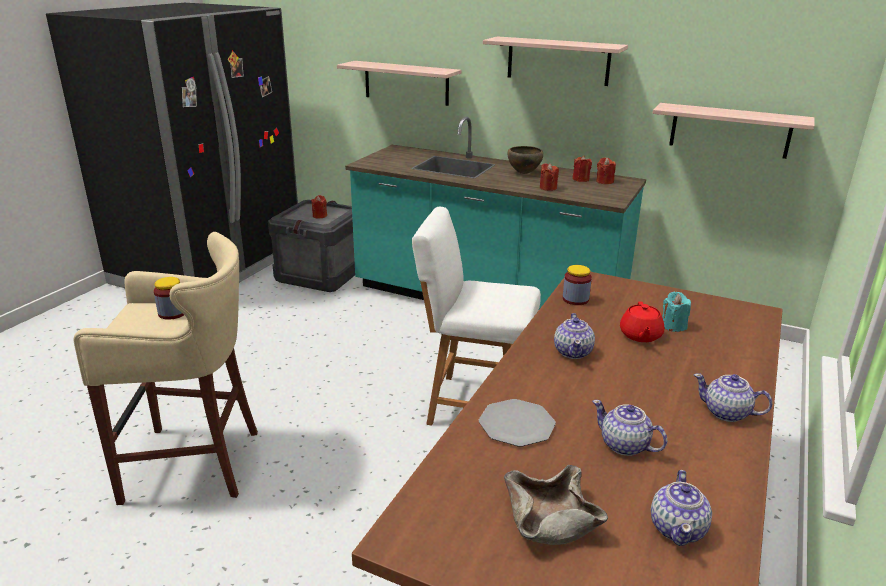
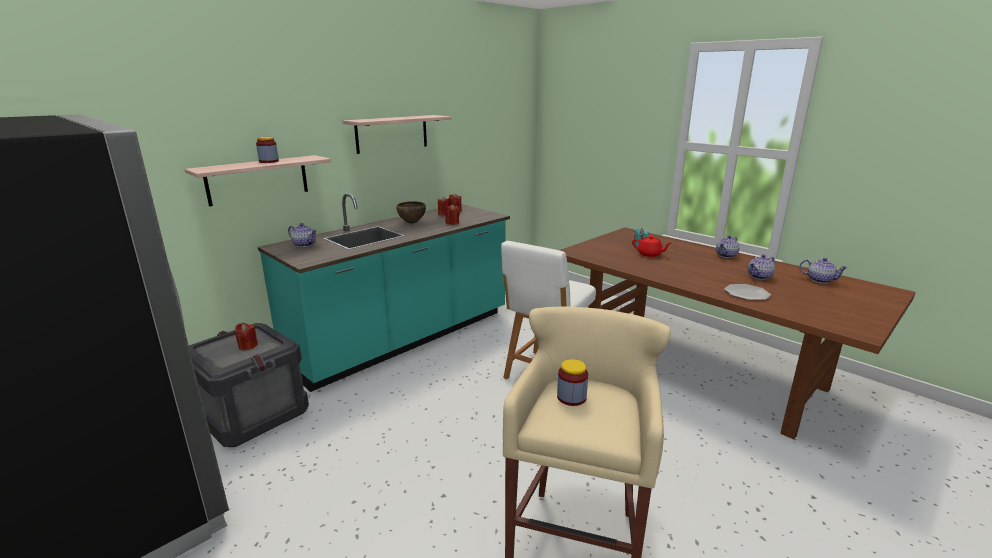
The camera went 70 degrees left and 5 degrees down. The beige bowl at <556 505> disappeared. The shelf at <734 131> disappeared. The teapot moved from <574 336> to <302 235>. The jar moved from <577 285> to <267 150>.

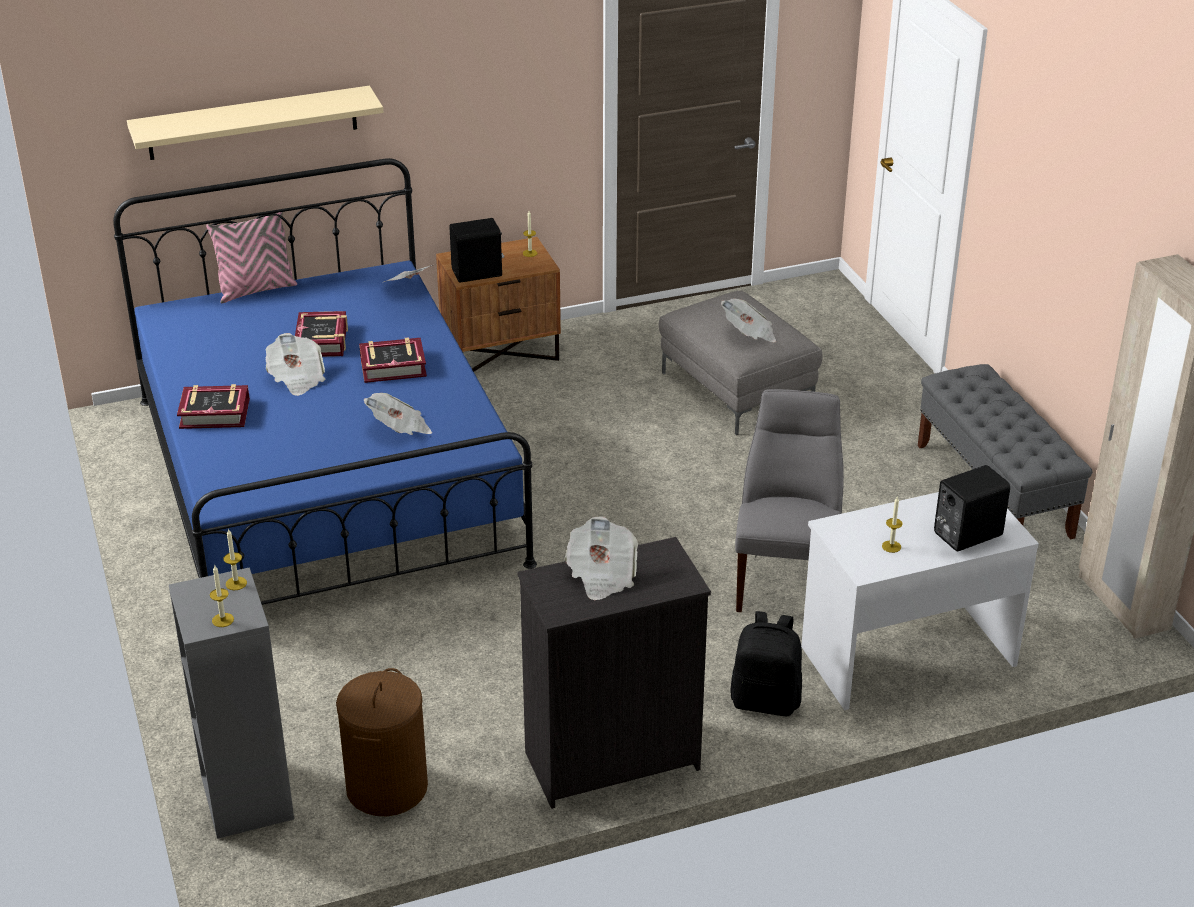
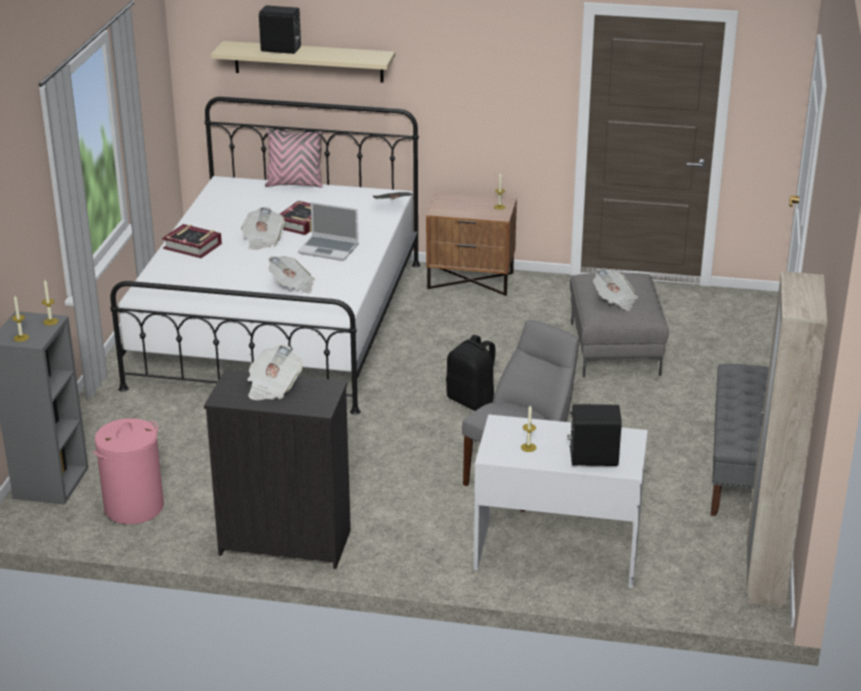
The camera went 30 degrees right and 5 degrees down. The black speaker moved from <476 250> to <280 29>. The black backpack moved from <766 663> to <471 373>. The book at <393 360> was replaced by the laptop at <328 231>. The blue bed at <325 381> became the white bed at <266 256>. The brown laundry basket at <382 742> became the pink laundry basket at <128 471>.

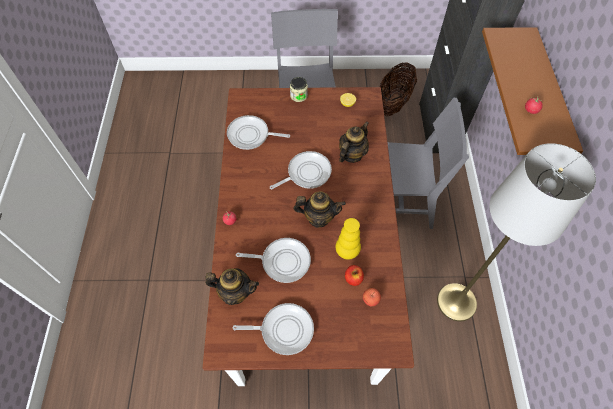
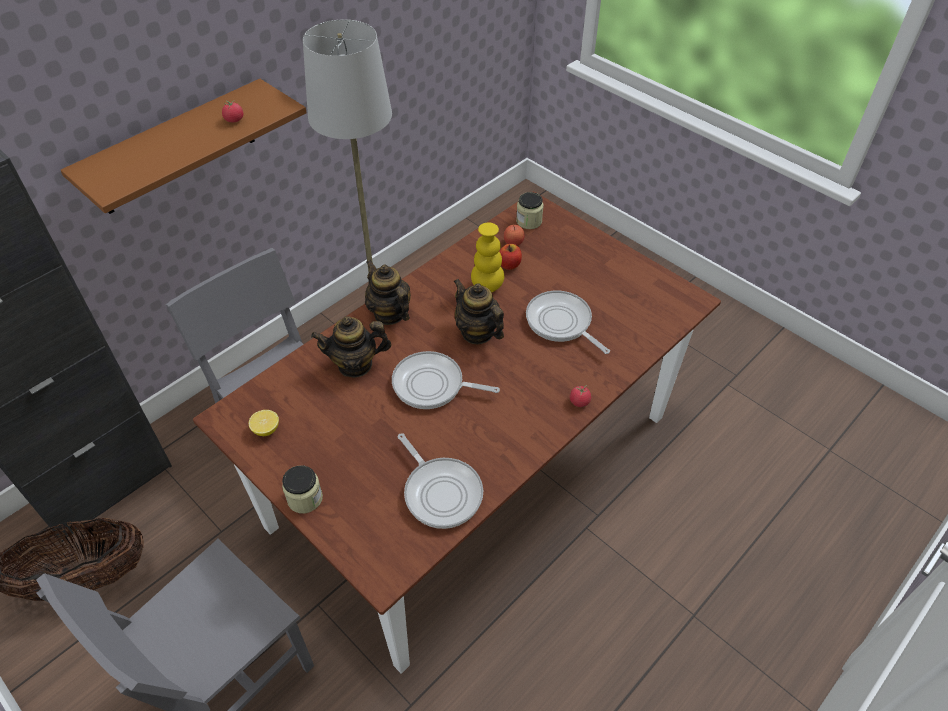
The camera went 135 degrees left and 10 degrees down. The frying pan at <273 329> disappeared. The jar at <530 210> appeared. The teapot moved from <232 286> to <388 292>.

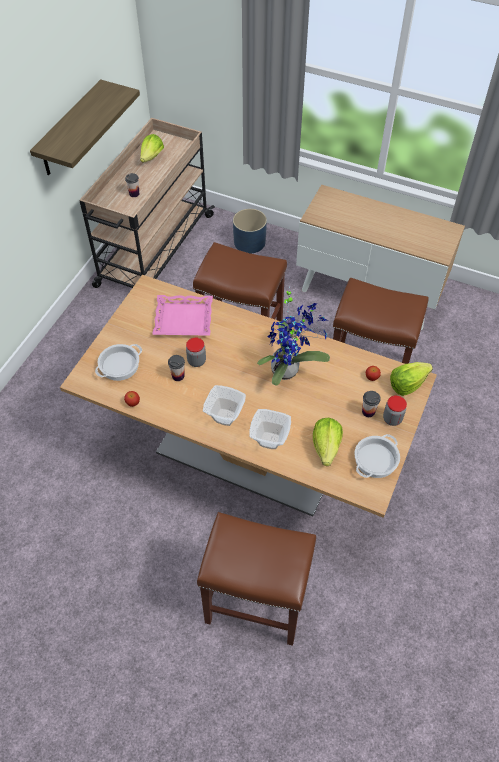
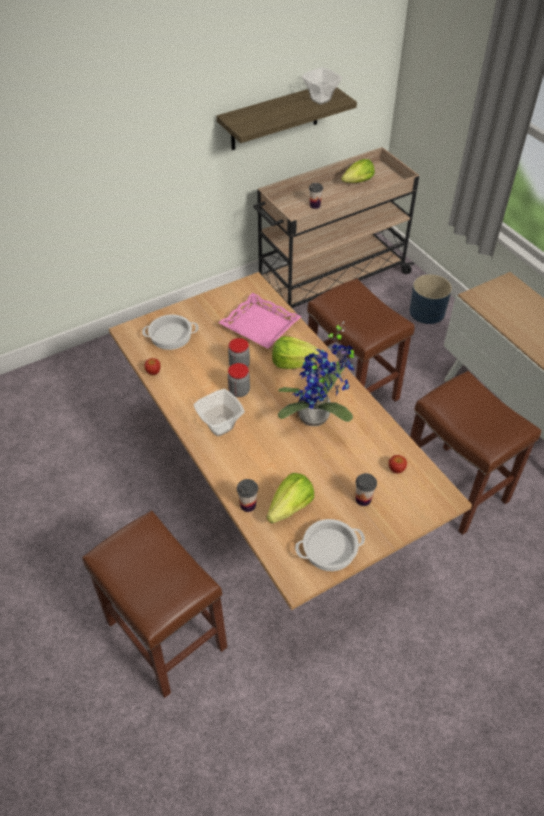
The camera went 35 degrees right and 5 degrees down. The cup moved from <176 368> to <247 495>. The bowl moved from <270 429> to <321 86>. The jar moved from <395 410> to <239 380>. The lettuce moved from <411 379> to <296 352>.

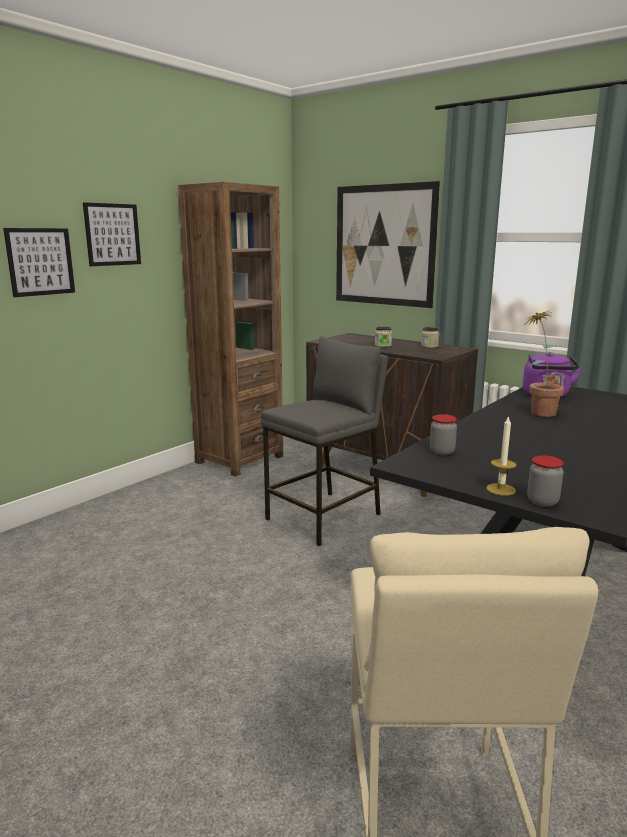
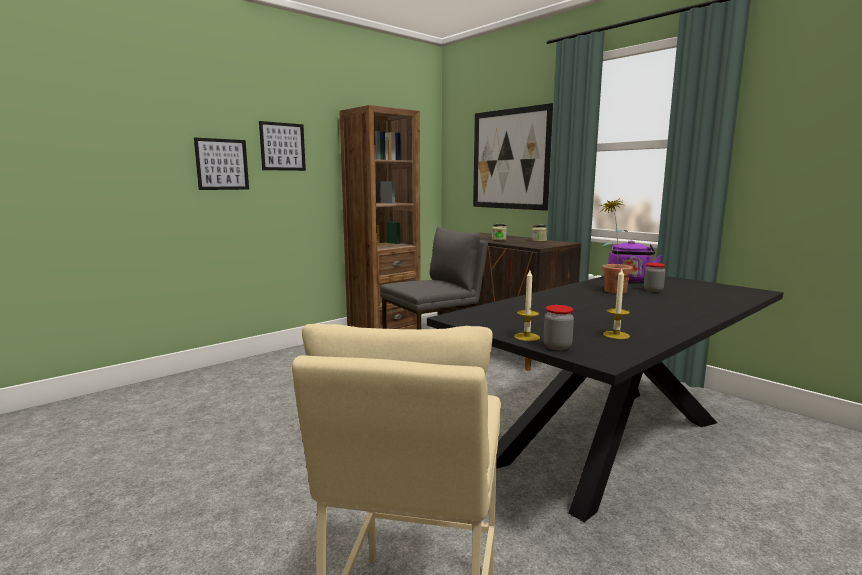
The camera went 10 degrees right and 5 degrees down. The candle at <616 304> appeared. The jar moved from <443 435> to <654 277>.

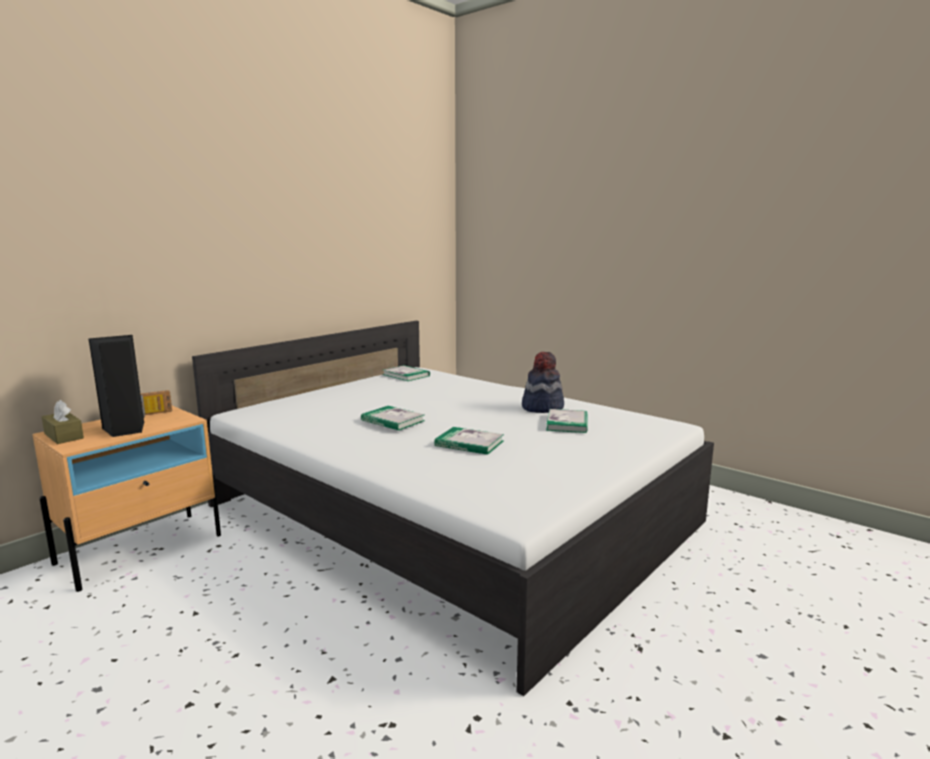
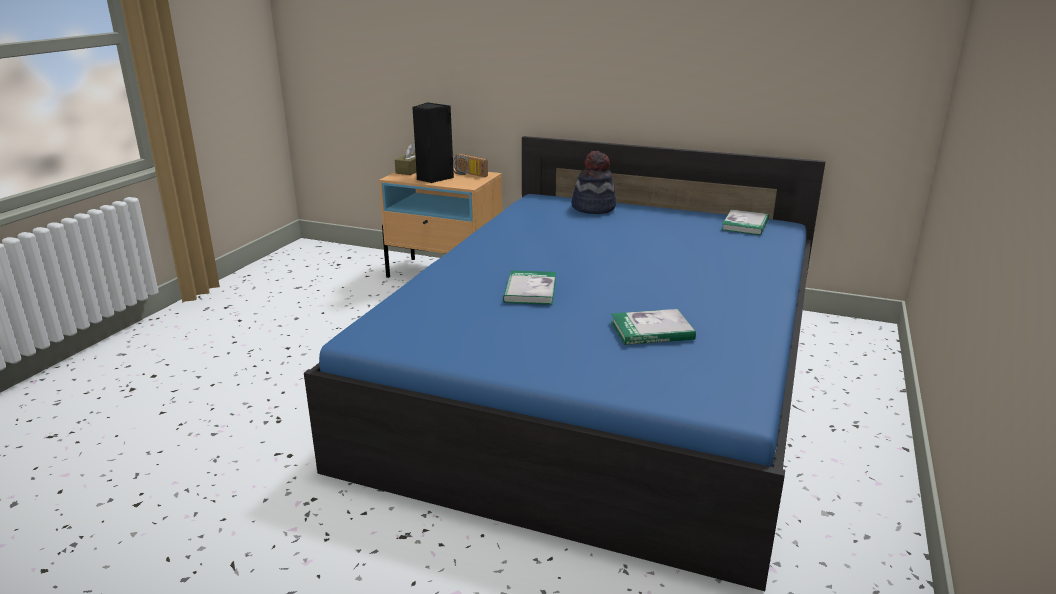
The camera went 70 degrees right and 10 degrees up. The book at <393 418> disappeared. The hat moved from <543 382> to <594 182>. The white bed at <453 508> became the blue bed at <565 363>.

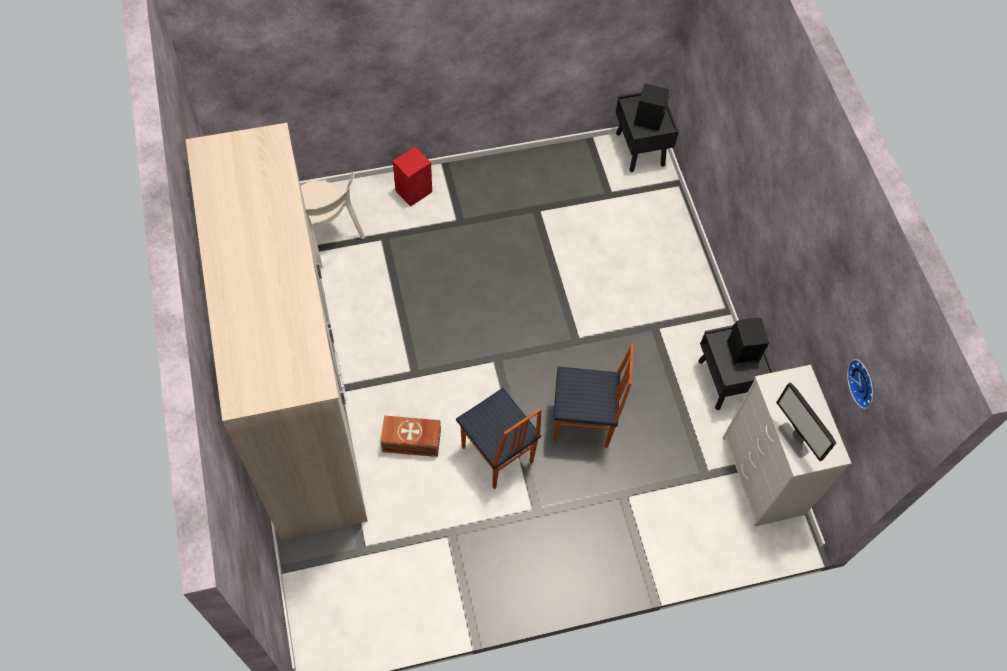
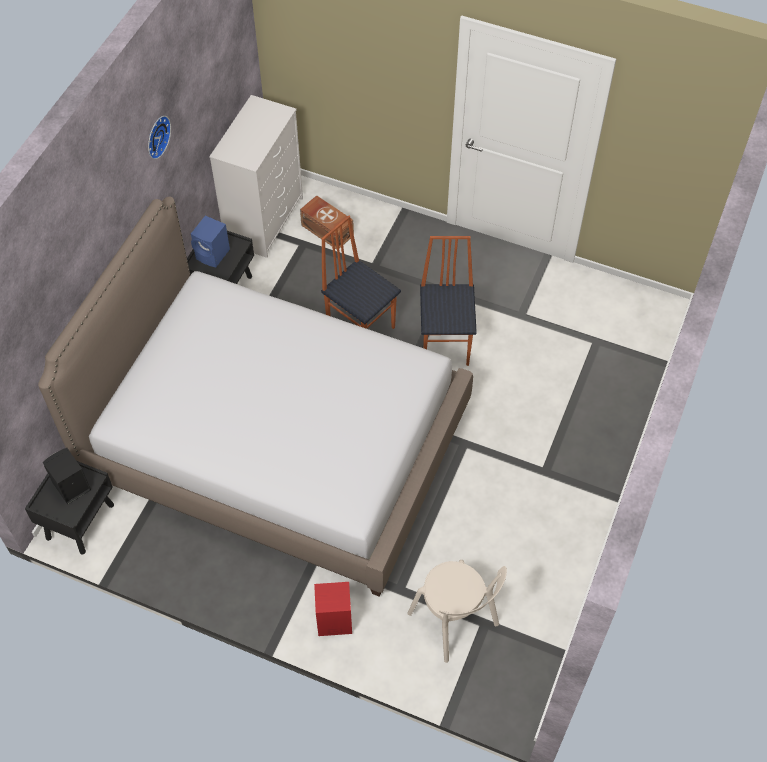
The camera went 140 degrees left and 5 degrees down. The wardrobe at <277 331> disappeared. The monitor at <806 422> disappeared. The bed at <255 396> appeared. The brown storage box moved from <410 436> to <327 222>. The wall clock moved from <860 384> to <159 137>. The black speaker at <748 341> became the blue speaker at <210 241>. The beige chair at <333 220> turned 150 degrees clockwise.

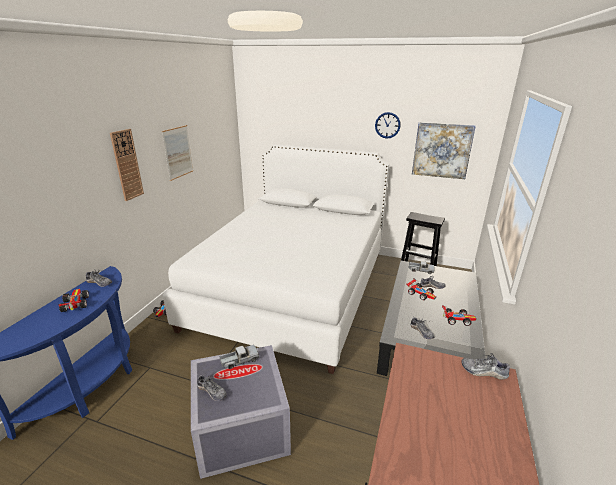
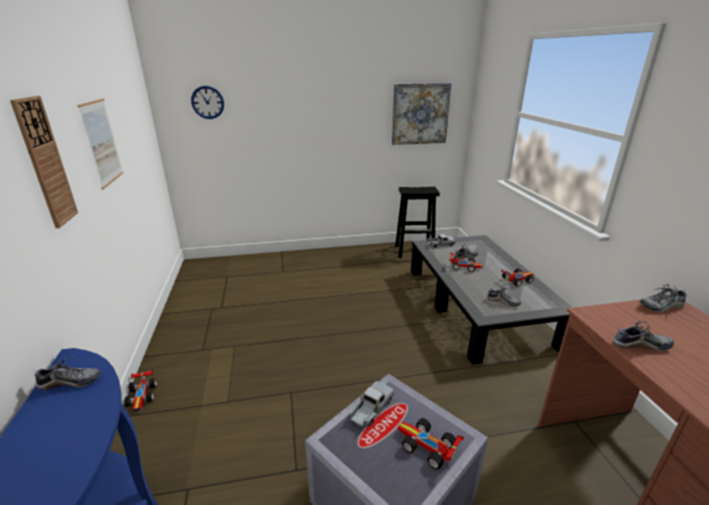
The camera went 30 degrees left and 0 degrees up. The white bed at <276 259> disappeared. The toy car moved from <73 300> to <431 443>. The shoe moved from <212 388> to <643 336>. The wall clock moved from <388 125> to <207 102>.

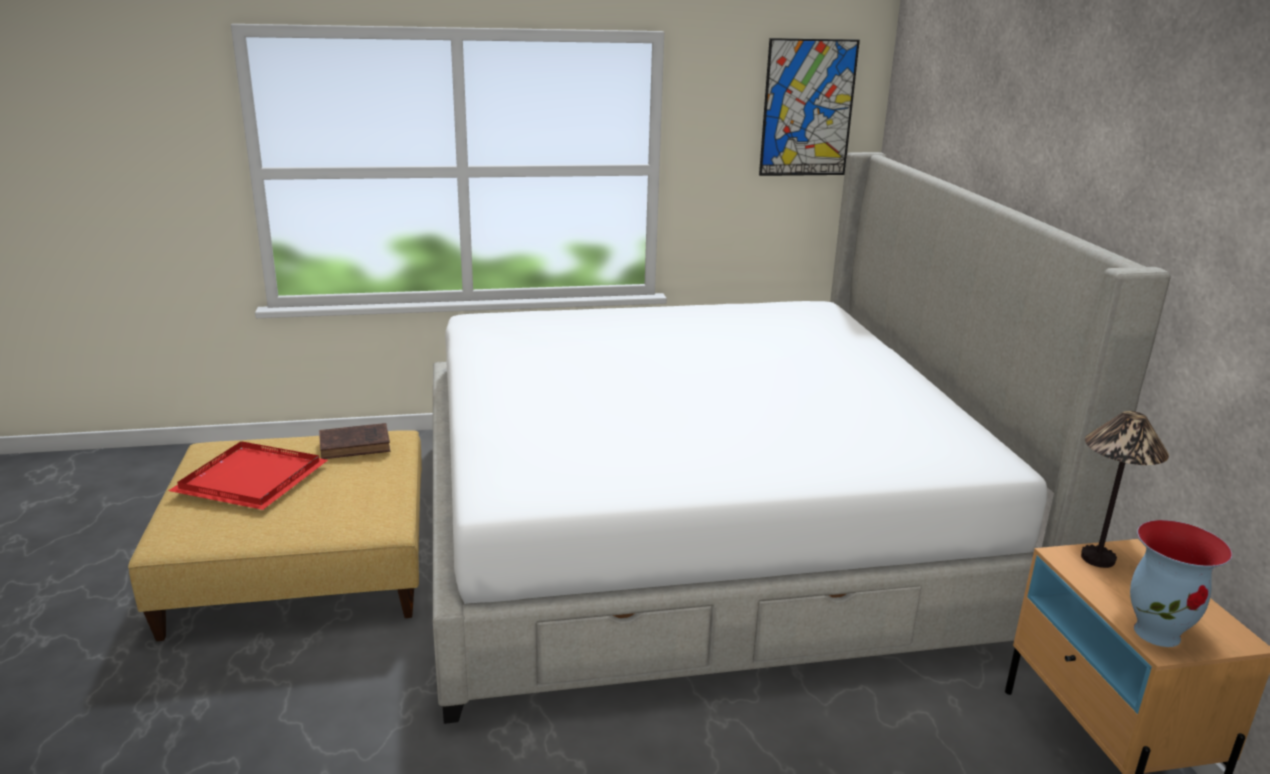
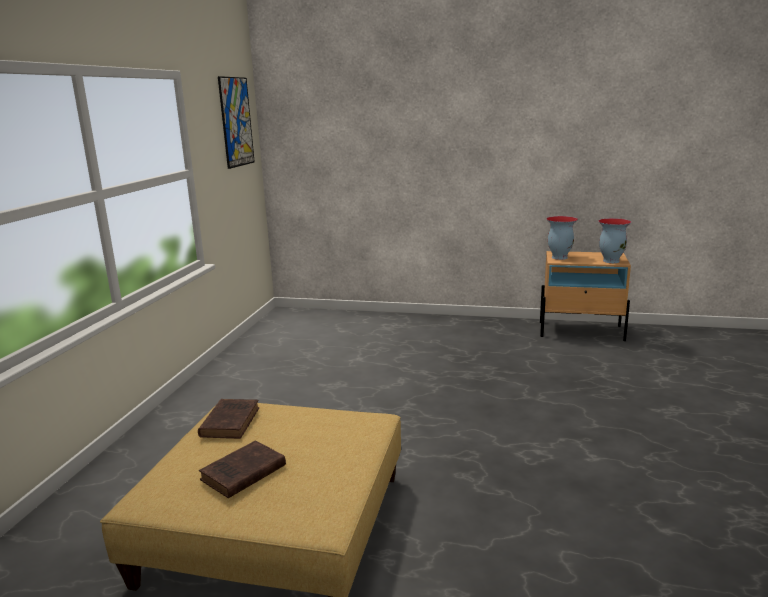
The camera went 65 degrees left and 5 degrees down. The bed at <802 438> disappeared. The red tray at <248 475> was replaced by the brown book at <242 469>. The table lamp at <1125 489> was replaced by the vase at <562 238>.

